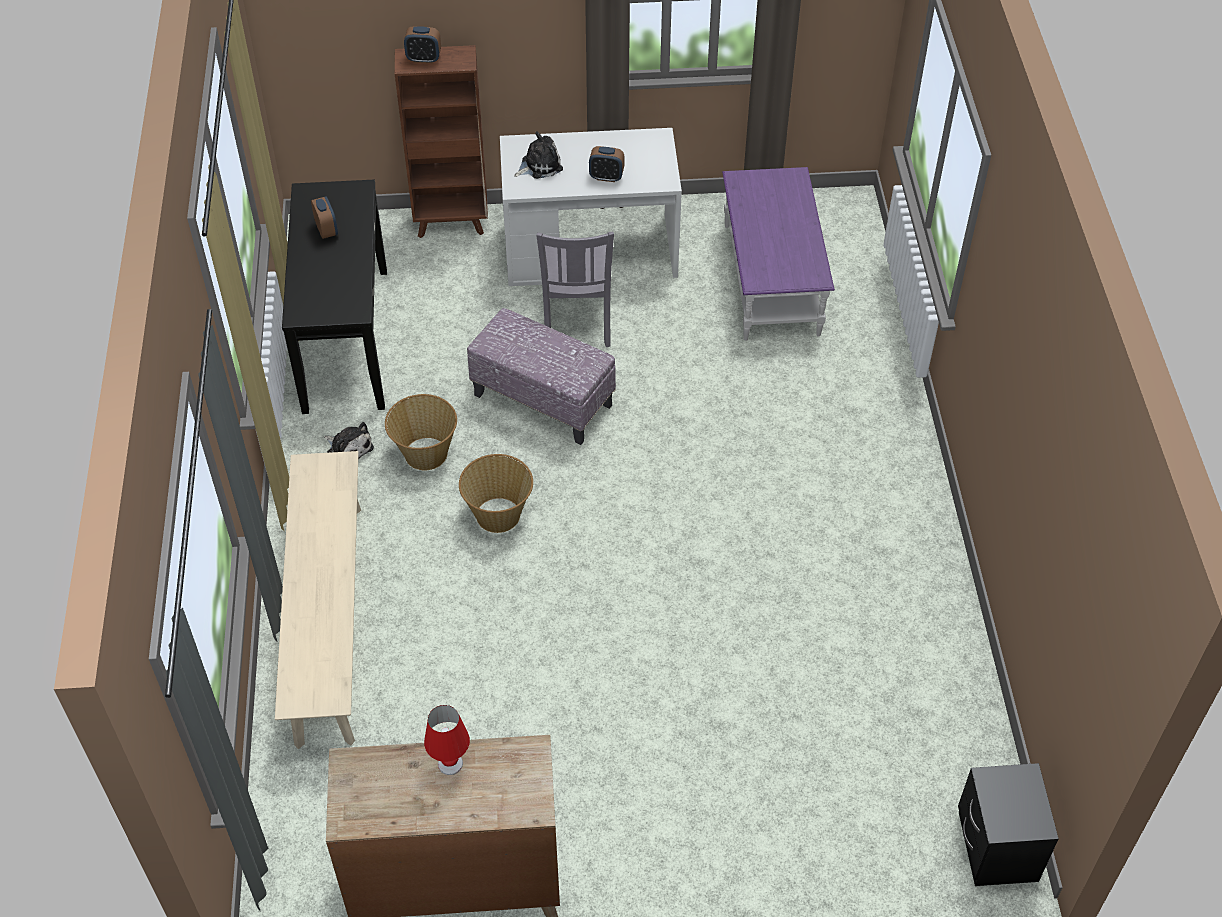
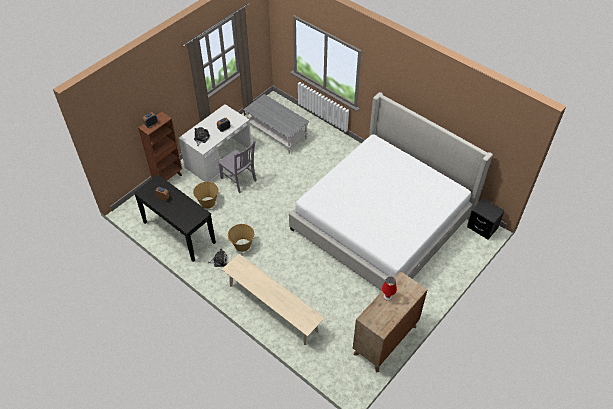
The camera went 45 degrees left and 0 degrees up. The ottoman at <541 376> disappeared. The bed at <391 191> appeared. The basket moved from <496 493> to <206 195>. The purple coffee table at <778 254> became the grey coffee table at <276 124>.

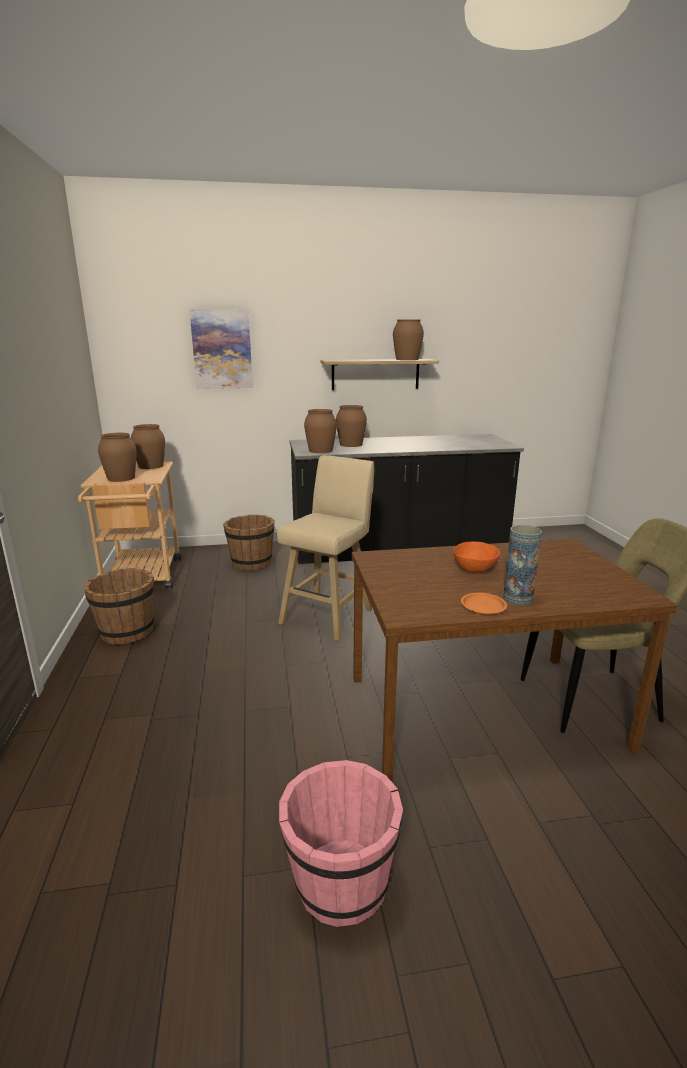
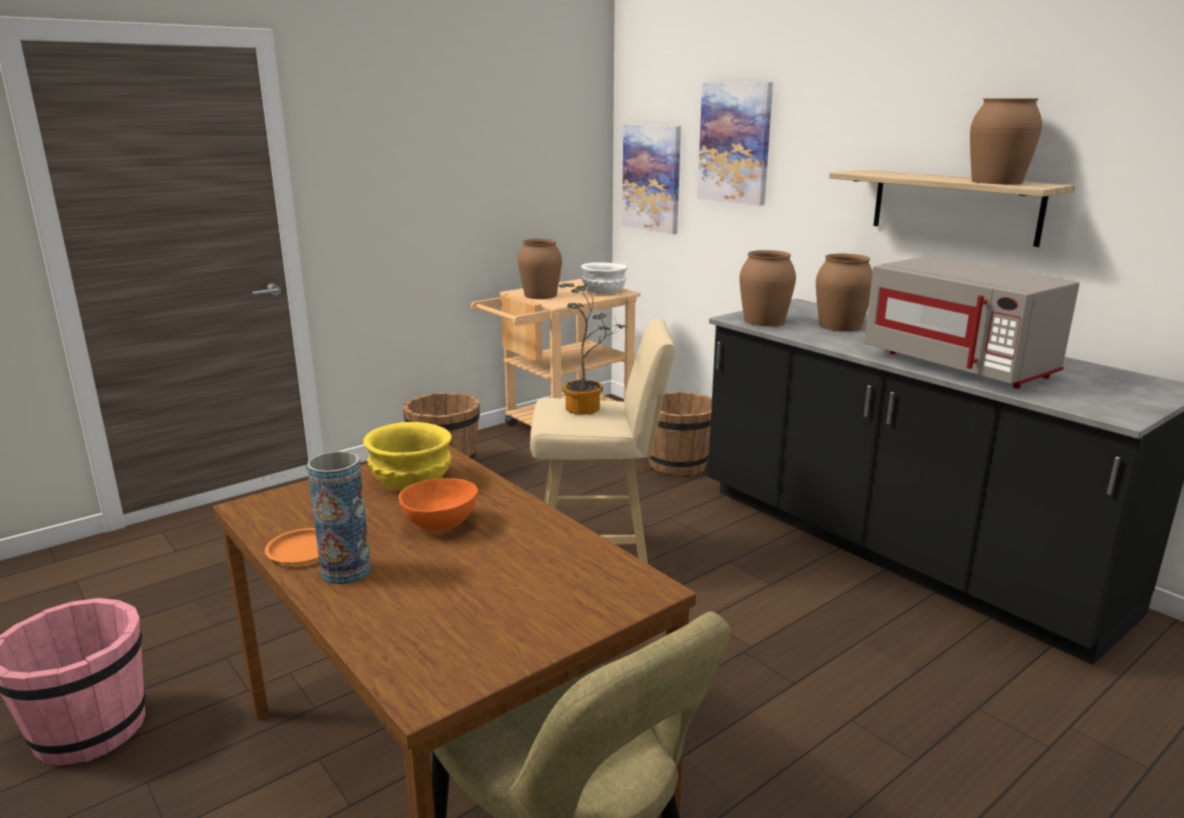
The camera went 60 degrees right and 0 degrees up. The yellow bowl at <407 457> appeared. The potted plant at <593 349> appeared. The picture at <651 179> appeared. The grey microwave at <971 322> appeared. The brown vase at <148 446> was replaced by the white bowl at <604 278>.

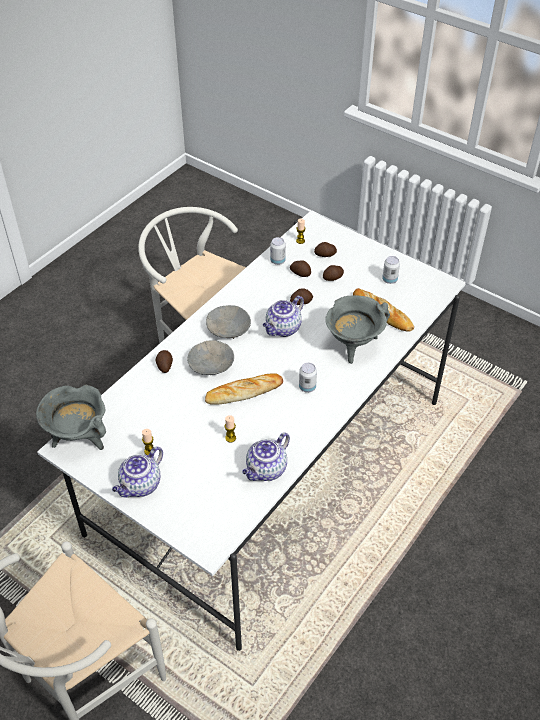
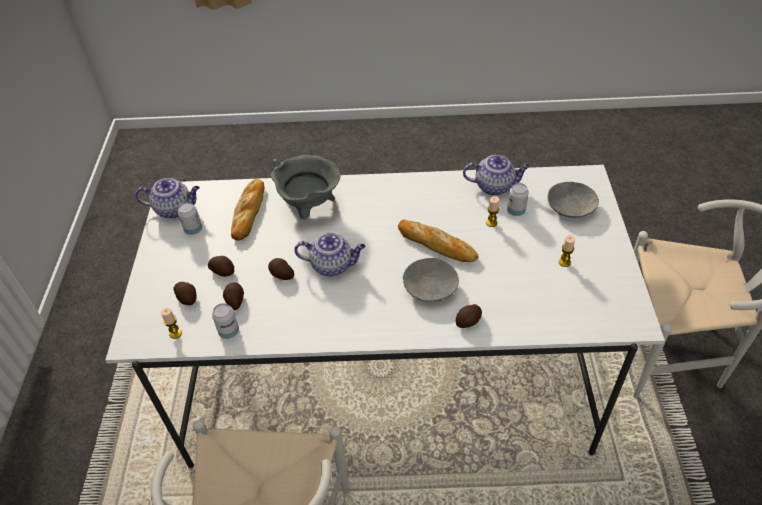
The camera went 125 degrees left and 0 degrees up. The grey cooking pot at <71 417> disappeared. The teapot moved from <137 472> to <167 198>. The grey bowl moved from <228 322> to <573 200>. The can moved from <308 378> to <518 199>.

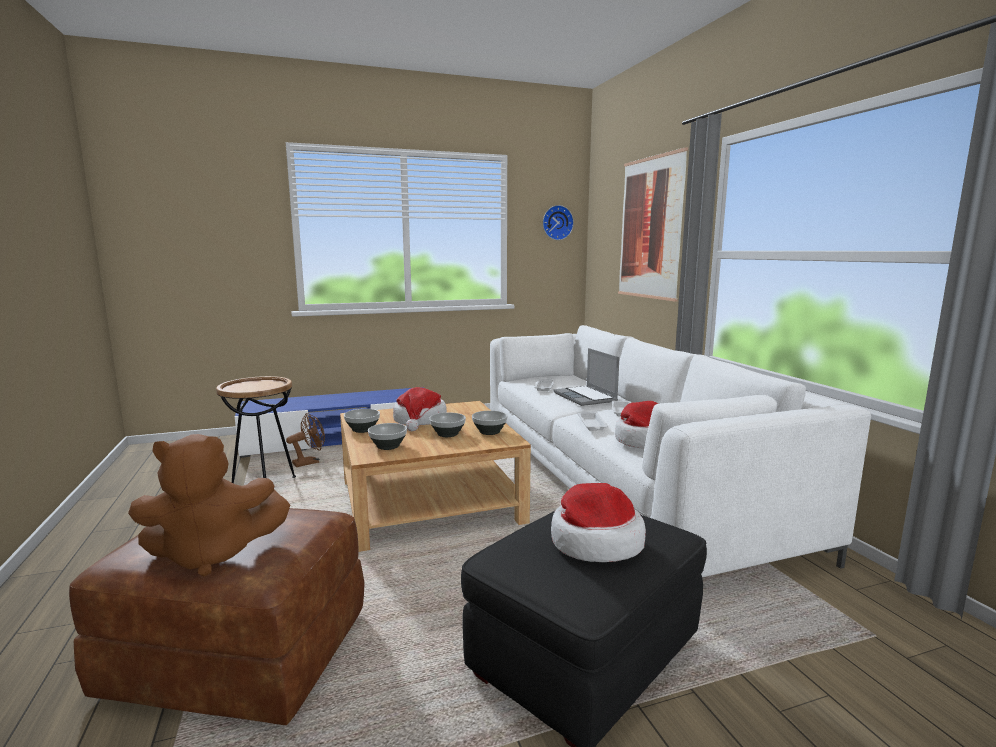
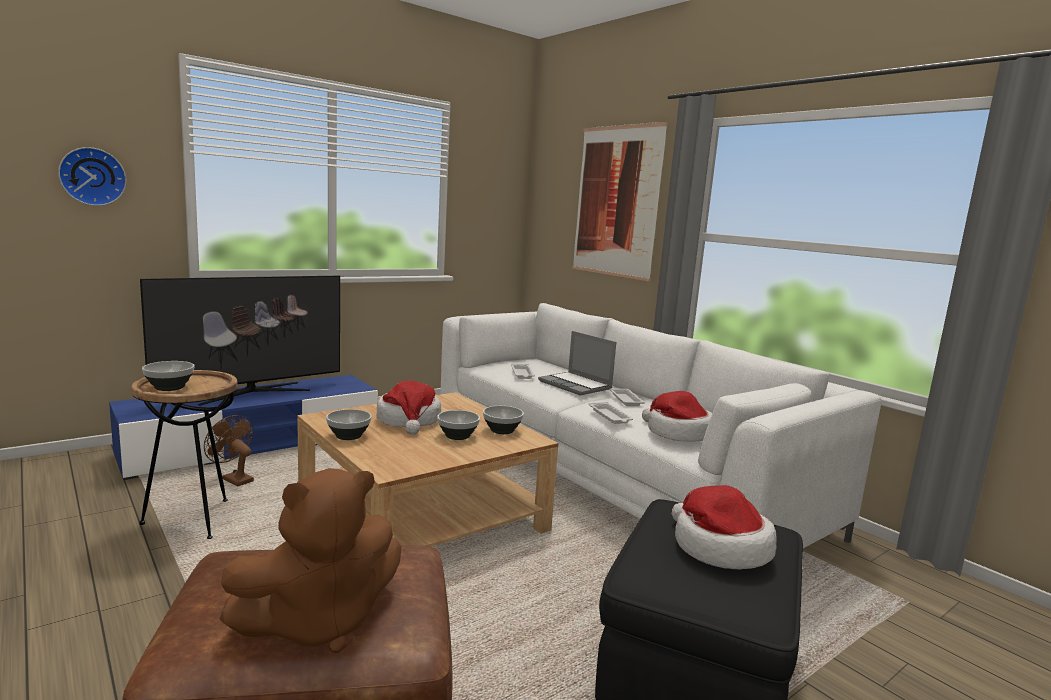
The camera went 20 degrees left and 0 degrees up. The television at <240 341> appeared. The bowl moved from <387 436> to <168 376>. The wall clock moved from <558 222> to <92 176>. The brown fan at <305 440> turned 90 degrees counterclockwise.

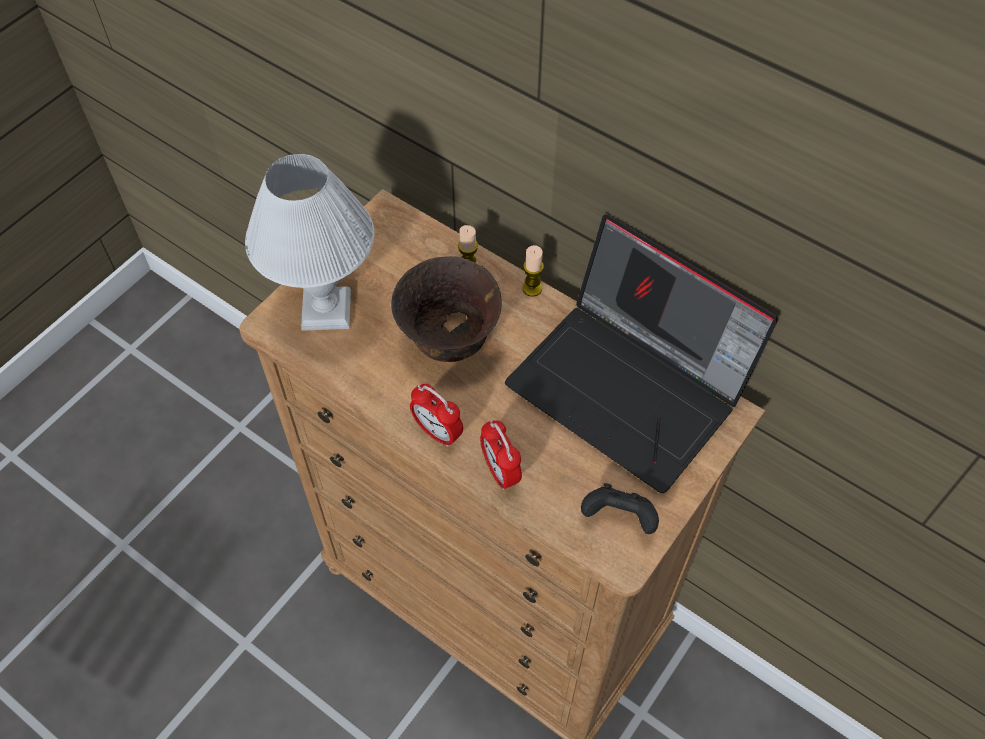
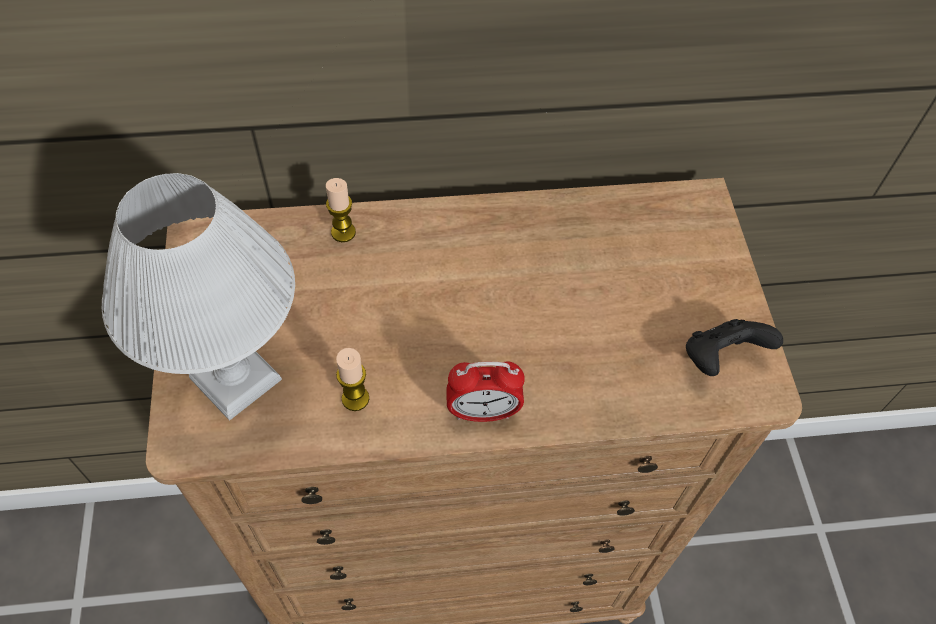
The camera went 45 degrees left and 0 degrees up. The brown bowl at <446 309> disappeared. The alarm clock at <501 455> disappeared. The laptop at <641 354> disappeared. The candle moved from <533 271> to <352 379>.

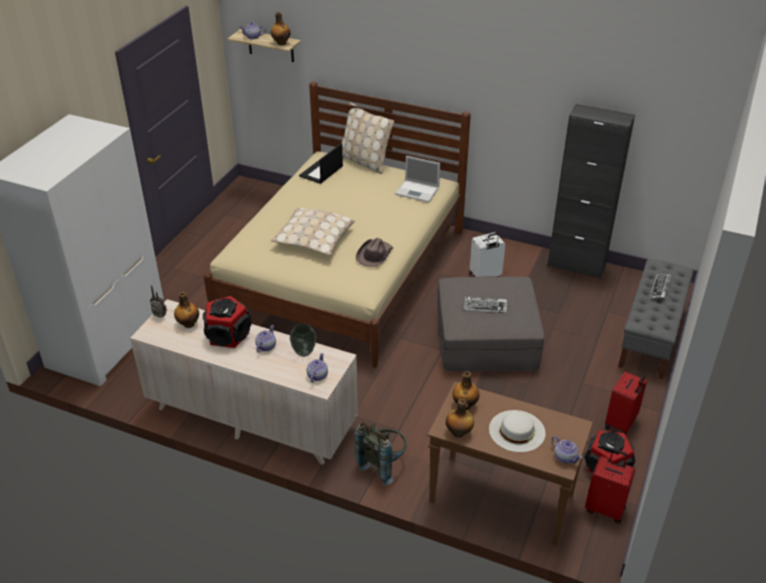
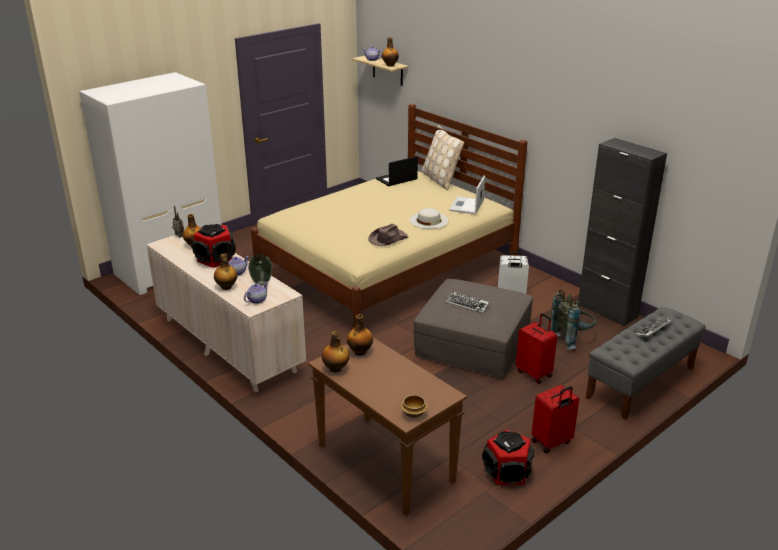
The camera went 25 degrees right and 10 degrees down. The beige pillow at <313 231> disappeared. The bottle at <225 271> appeared. The grey backpack moved from <380 454> to <573 319>. The white hat moved from <517 431> to <429 218>. The red suitcase moved from <610 486> to <536 348>. The teapot at <566 450> was replaced by the bowl at <414 406>. The laptop at <417 179> turned 60 degrees clockwise.

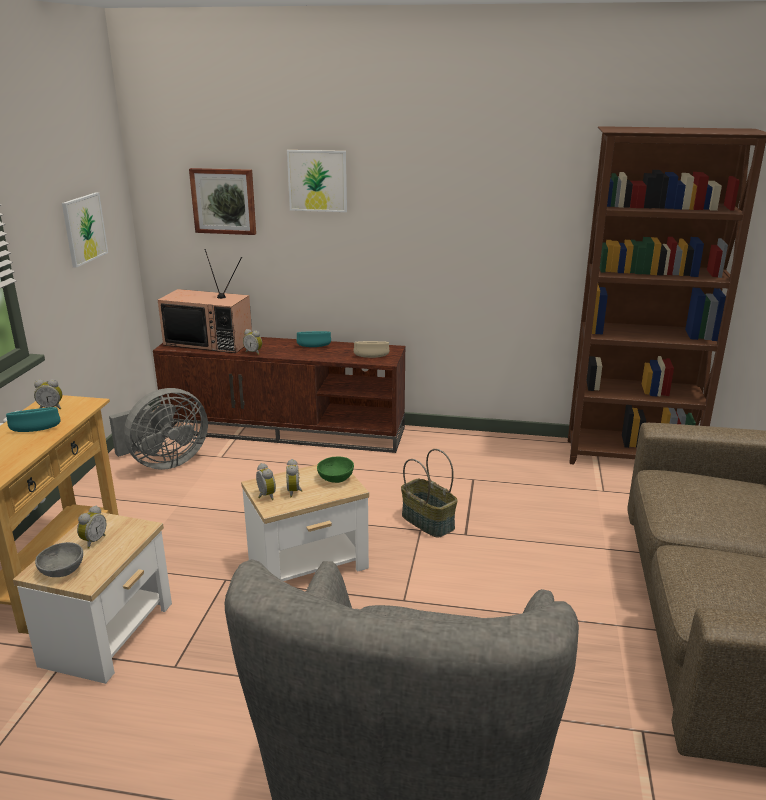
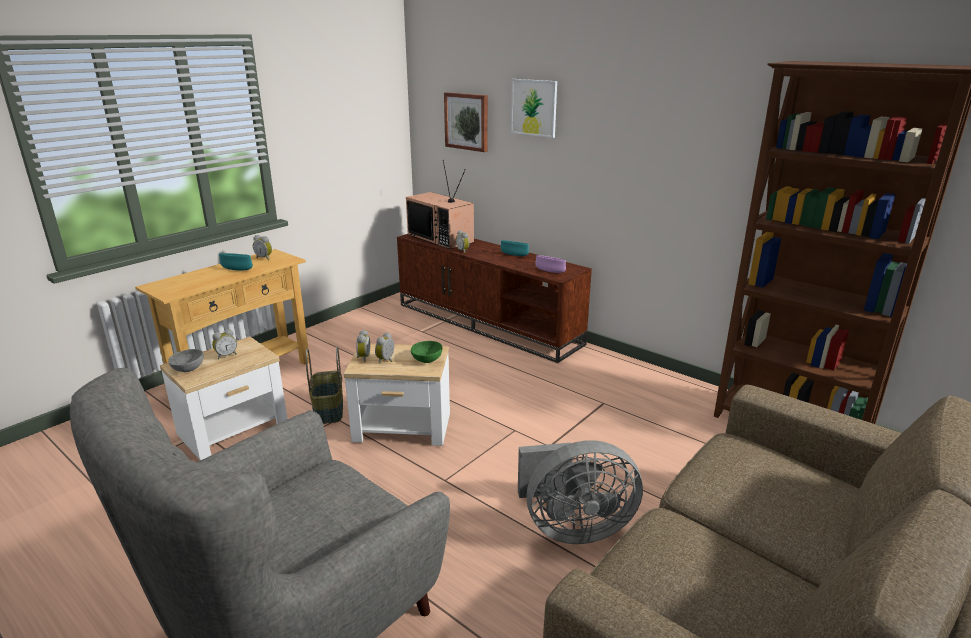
The camera went 30 degrees right and 0 degrees up. The picture at <85 230> disappeared. The grey fan moved from <158 429> to <580 492>. The basket moved from <429 493> to <324 385>. The beige bowl at <371 349> became the purple bowl at <550 264>.

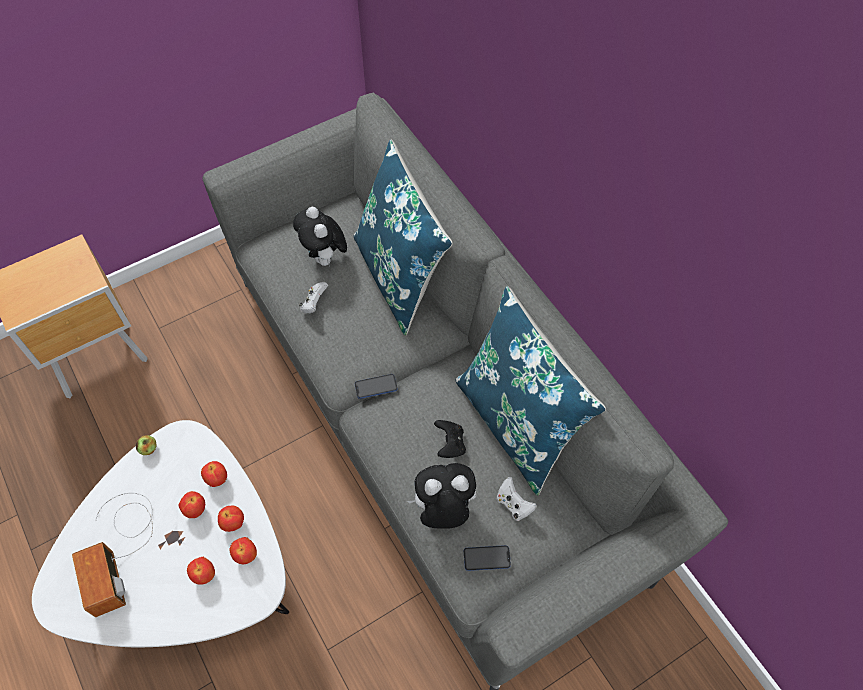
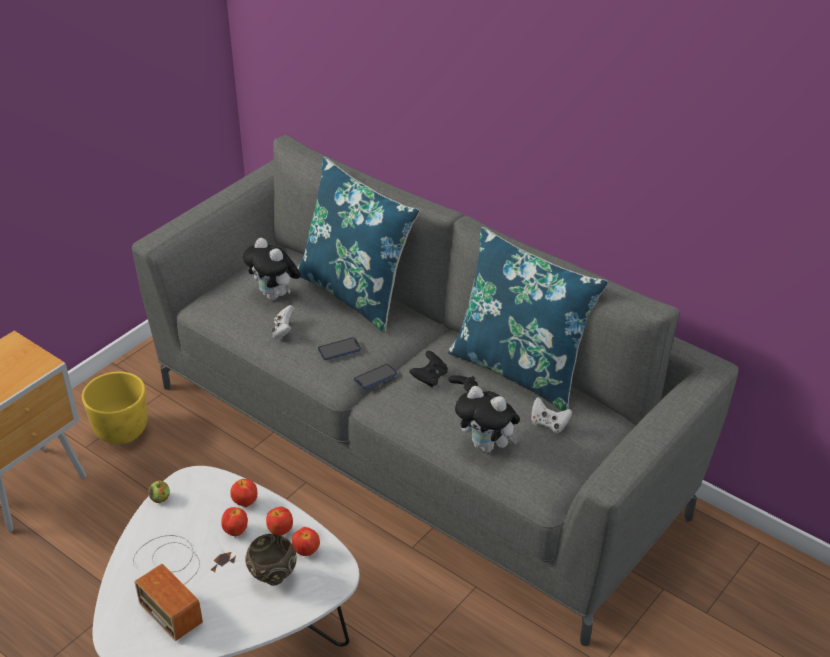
The camera went 20 degrees left and 20 degrees down. The yellow planter at <115 408> appeared. The black game controller at <428 369> appeared. The phone moved from <487 558> to <339 348>. The apple at <201 571> was replaced by the brown bowl at <271 560>. The plush toy at <441 496> turned 120 degrees counterclockwise.

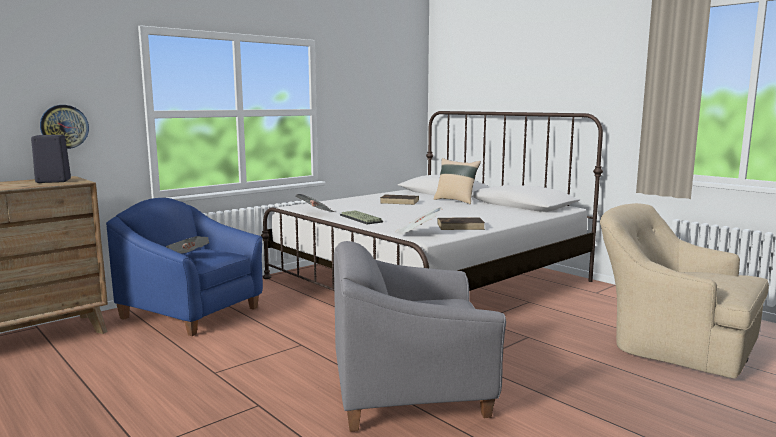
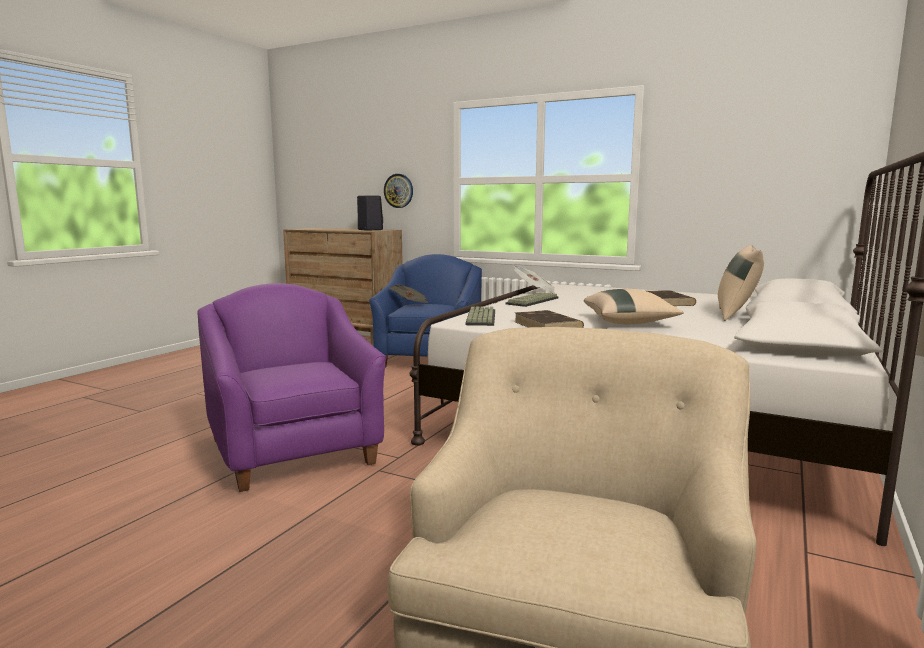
The camera went 70 degrees right and 0 degrees up. The beige pillow at <634 306> appeared. The newspaper at <419 221> was replaced by the keyboard at <480 316>. The grey armchair at <420 336> became the purple armchair at <291 387>.

